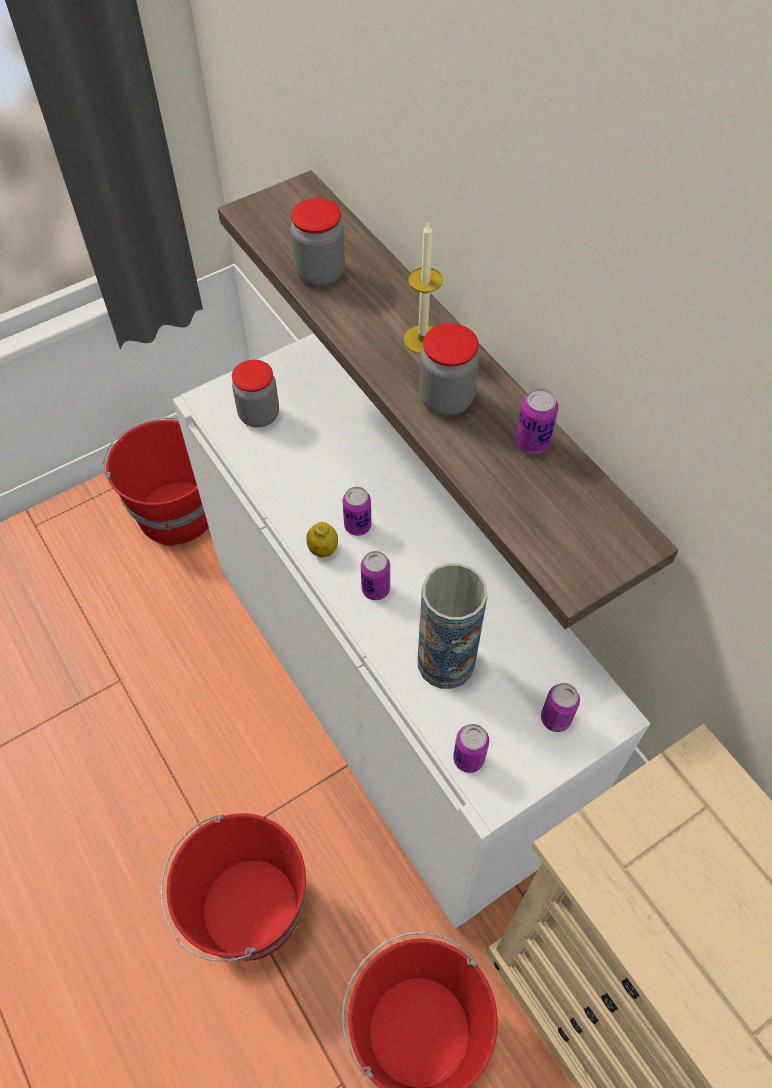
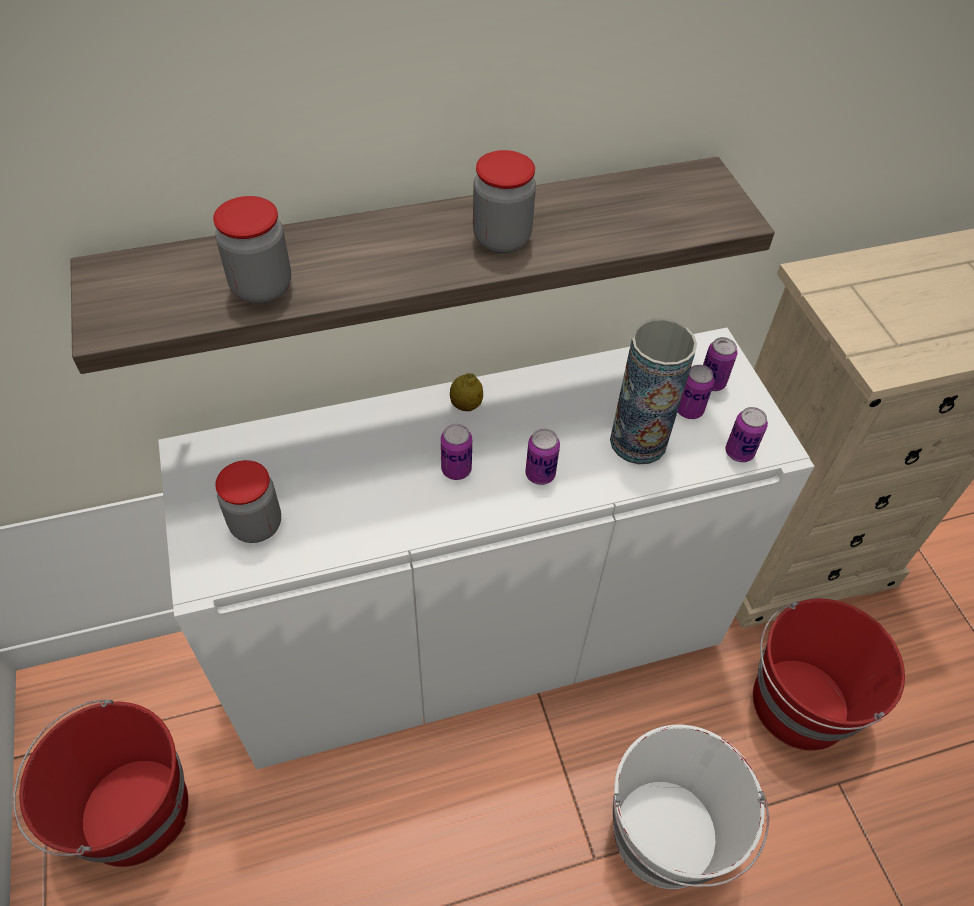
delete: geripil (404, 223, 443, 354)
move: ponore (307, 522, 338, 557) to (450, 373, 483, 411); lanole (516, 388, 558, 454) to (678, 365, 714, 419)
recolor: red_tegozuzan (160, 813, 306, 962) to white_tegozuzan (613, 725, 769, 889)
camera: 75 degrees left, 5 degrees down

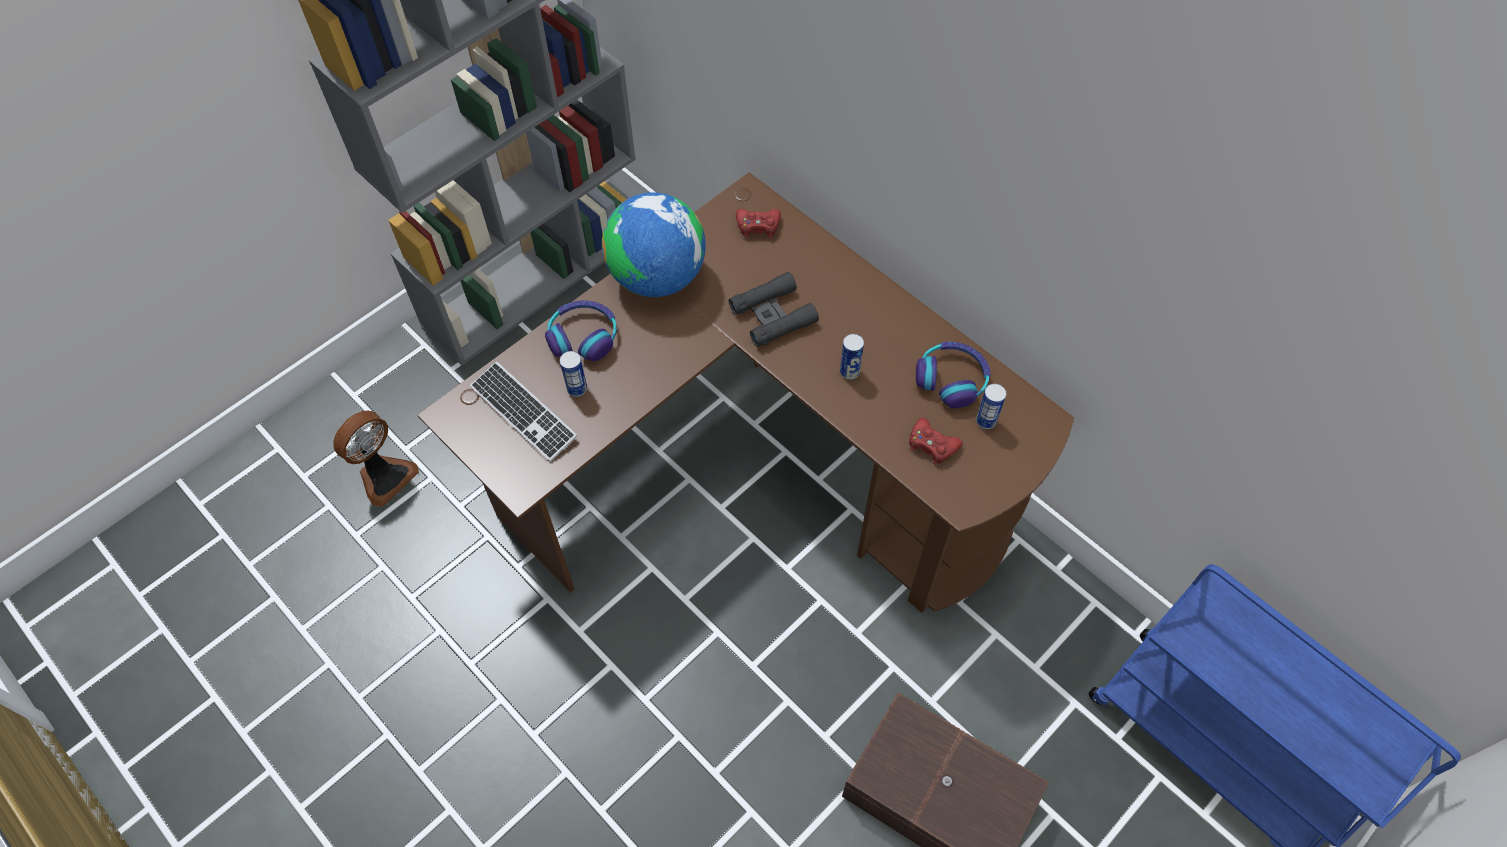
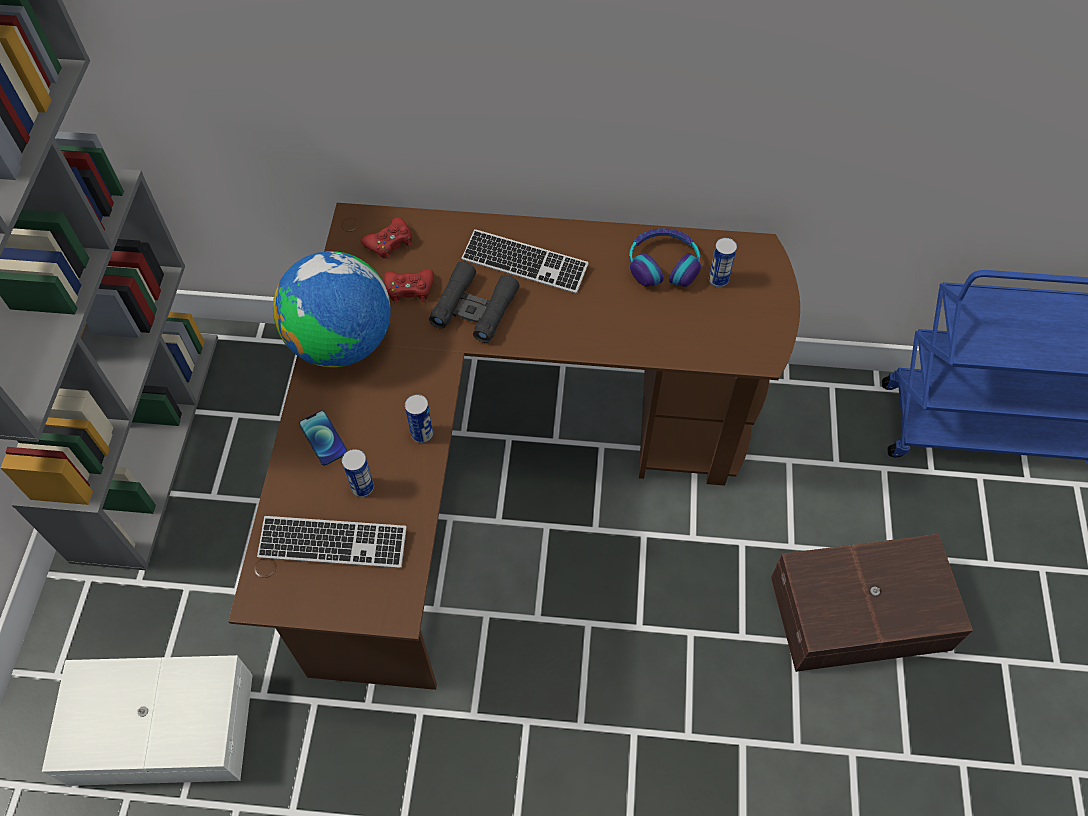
insert: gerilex (461, 229, 589, 294)
move: lanole (840, 334, 864, 380) to (405, 394, 433, 443); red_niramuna (909, 417, 963, 465) to (384, 269, 434, 304)
replace: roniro (333, 411, 419, 507) to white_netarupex (42, 655, 253, 786); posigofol (545, 300, 617, 361) to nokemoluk (299, 410, 348, 466)
camera: 40 degrees left, 0 degrees up

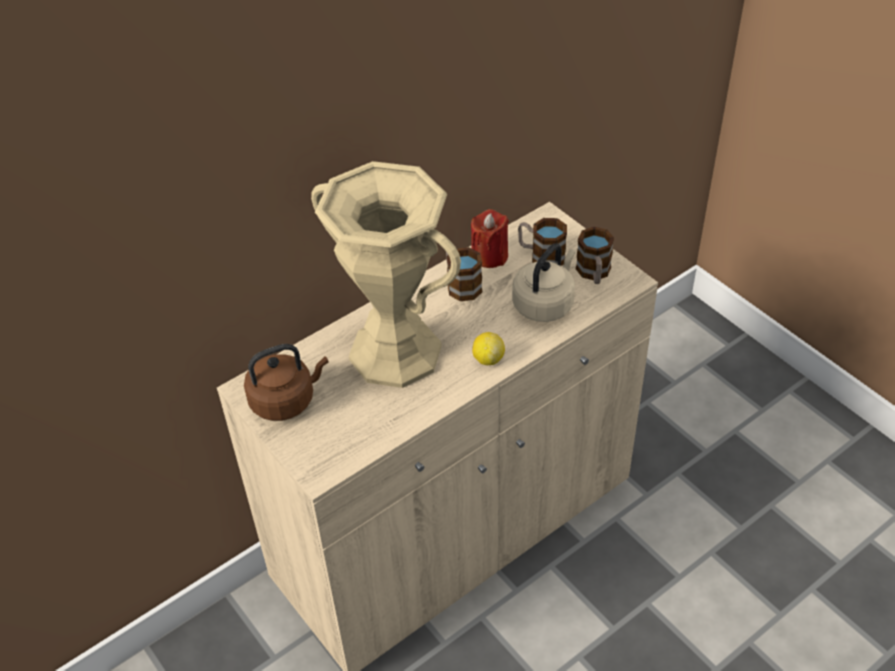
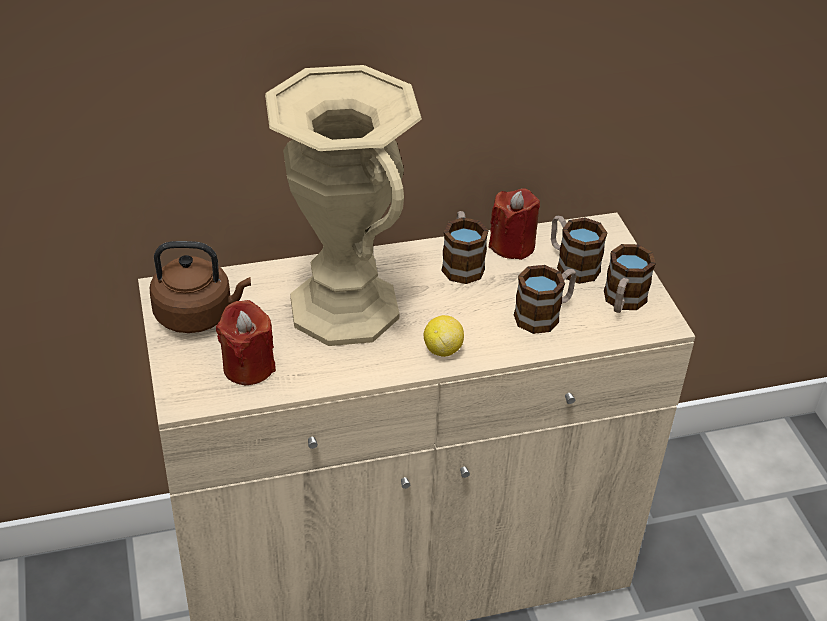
insert: red_geripil (216, 300, 276, 385)
replace: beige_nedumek (512, 244, 576, 322) to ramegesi (514, 265, 577, 334)
camera: 20 degrees right, 5 degrees down

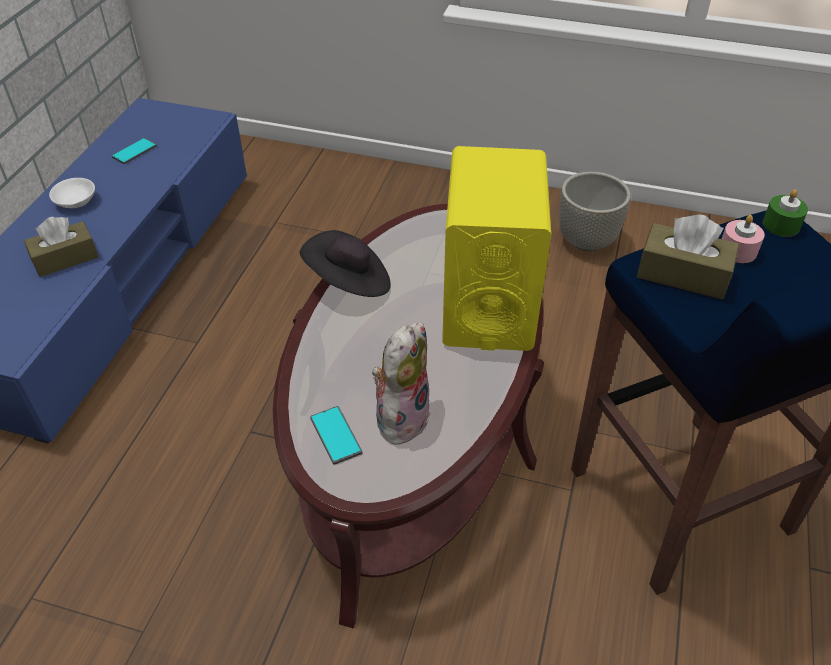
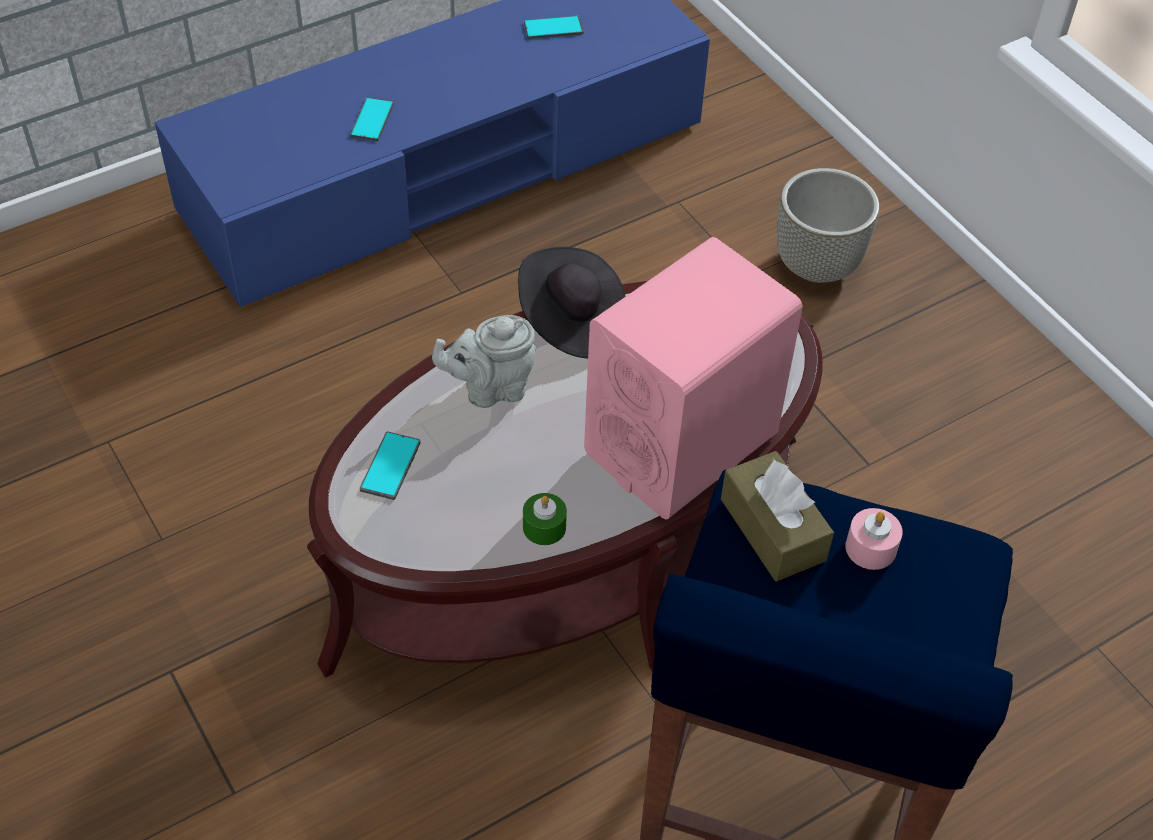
delete: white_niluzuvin (49, 178, 95, 208); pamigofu (372, 322, 431, 448)
insert: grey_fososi (432, 315, 536, 408)
move: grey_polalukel (559, 171, 631, 251) to (777, 168, 879, 283); green_geripil (763, 189, 808, 237) to (523, 493, 567, 545)
replace: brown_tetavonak (24, 217, 99, 277) to nokemoluk (350, 97, 394, 141)
recolor: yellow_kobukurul (442, 146, 551, 351) to pink_kobukurul (584, 237, 803, 520)
camera: 40 degrees right, 5 degrees up

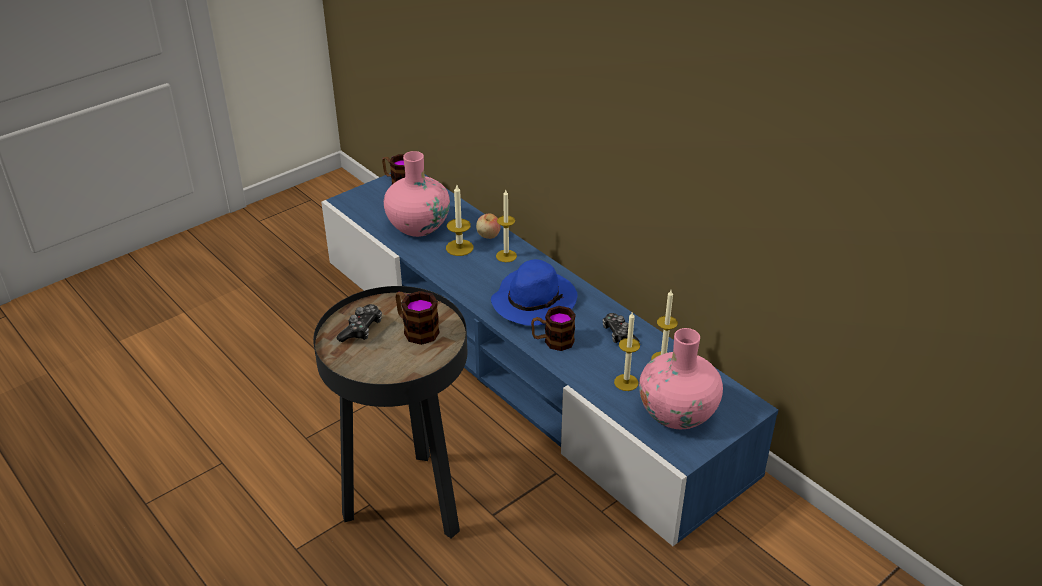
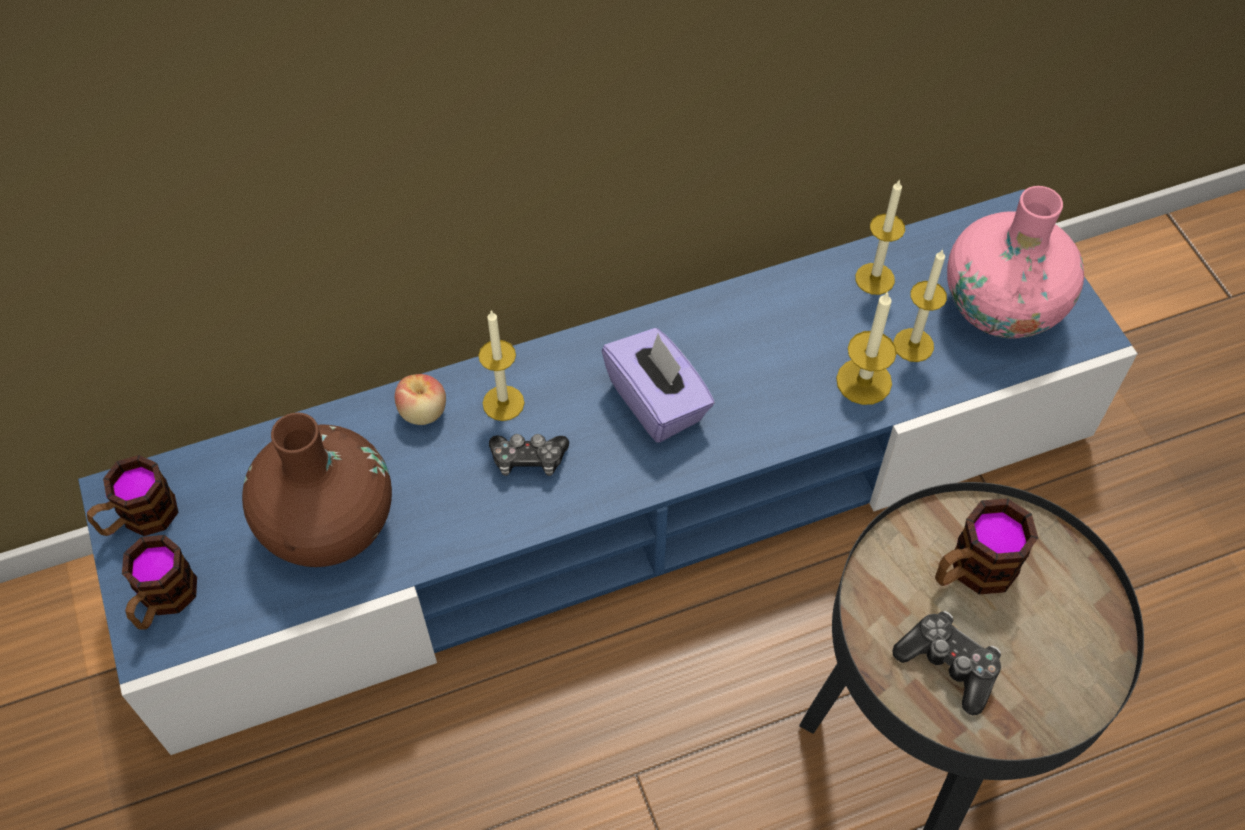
move: geripil (446, 185, 474, 256) to (836, 291, 897, 405); ramegesi (531, 306, 576, 351) to (122, 535, 197, 630); niramuna (603, 313, 639, 343) to (489, 434, 569, 476)
replace: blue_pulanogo (491, 259, 578, 326) to purple_tetavonak (602, 328, 715, 443)
recolor: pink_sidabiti (384, 151, 450, 237) to brown_sidabiti (242, 413, 392, 567)
camera: 70 degrees left, 20 degrees up

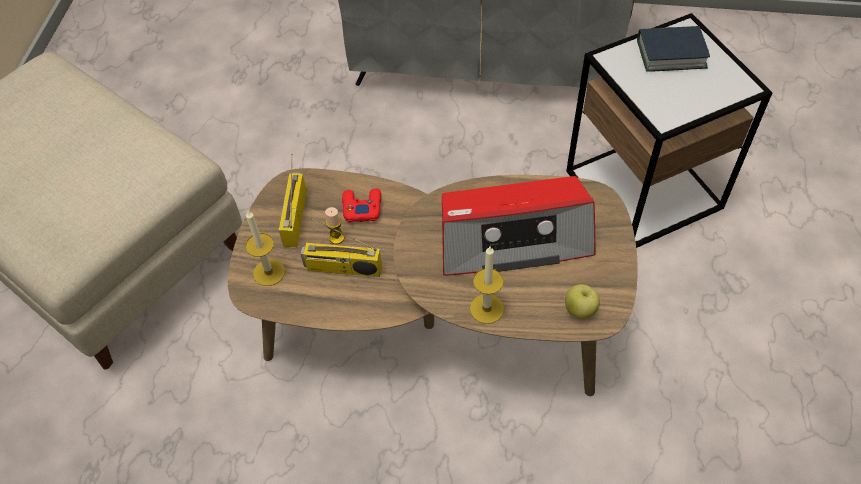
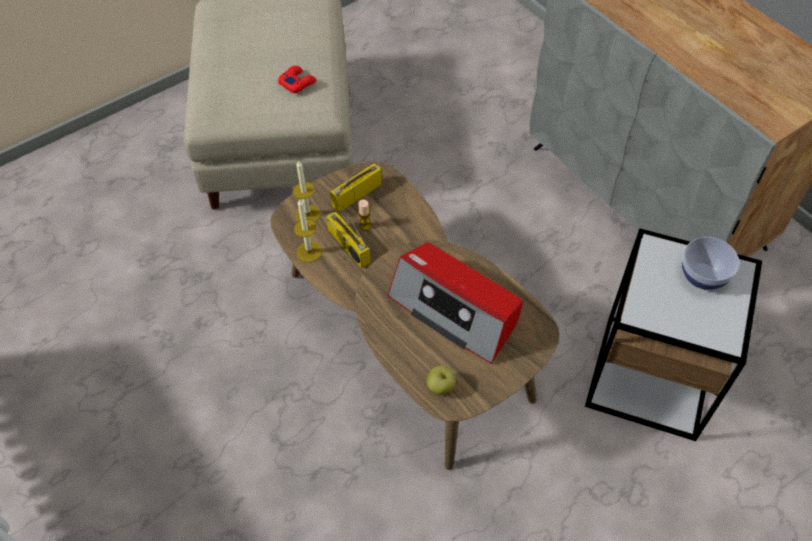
move: red_niramuna (342, 188, 381, 222) to (278, 66, 316, 93); geripil (470, 246, 504, 324) to (294, 198, 322, 262)
replace: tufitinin (637, 26, 710, 72) to niluzuvin (682, 237, 740, 290)
camera: 45 degrees right, 0 degrees up

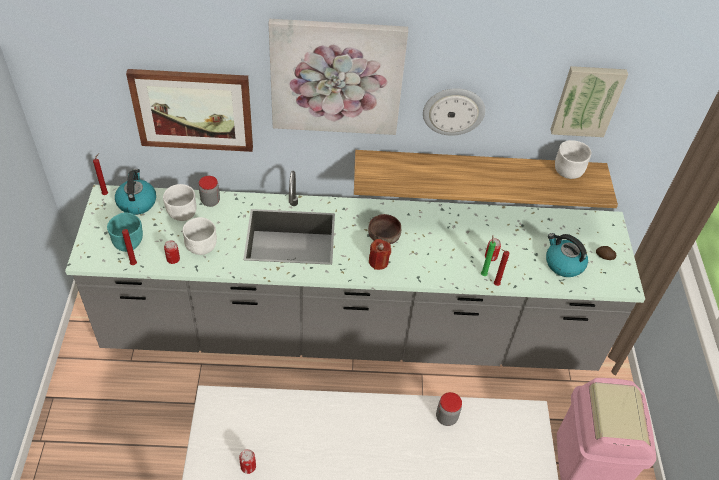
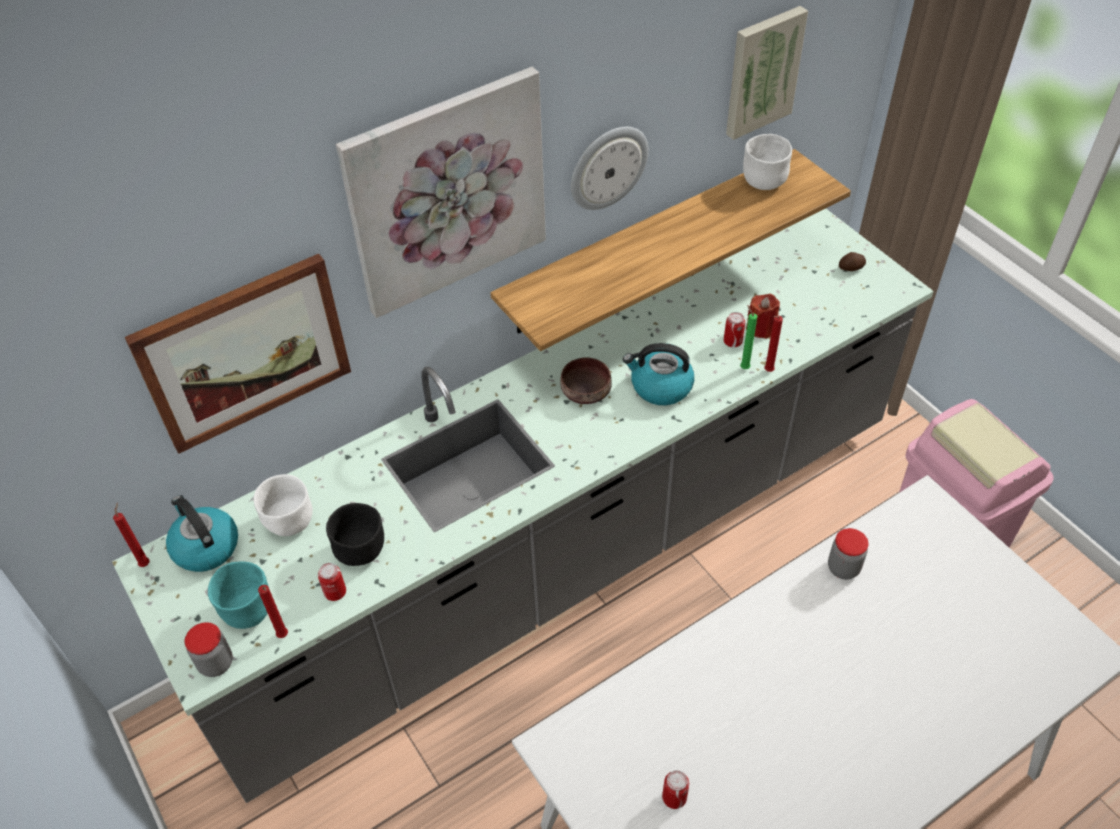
move: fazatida (199, 176, 220, 207) to (185, 622, 233, 677); red_geripil (369, 239, 391, 270) to (746, 294, 780, 339); nedumek (546, 233, 588, 277) to (623, 343, 694, 405)
recolor: white_niluzuvin (183, 217, 217, 255) to black_niluzuvin (326, 503, 384, 566)
camera: 30 degrees left, 0 degrees up

